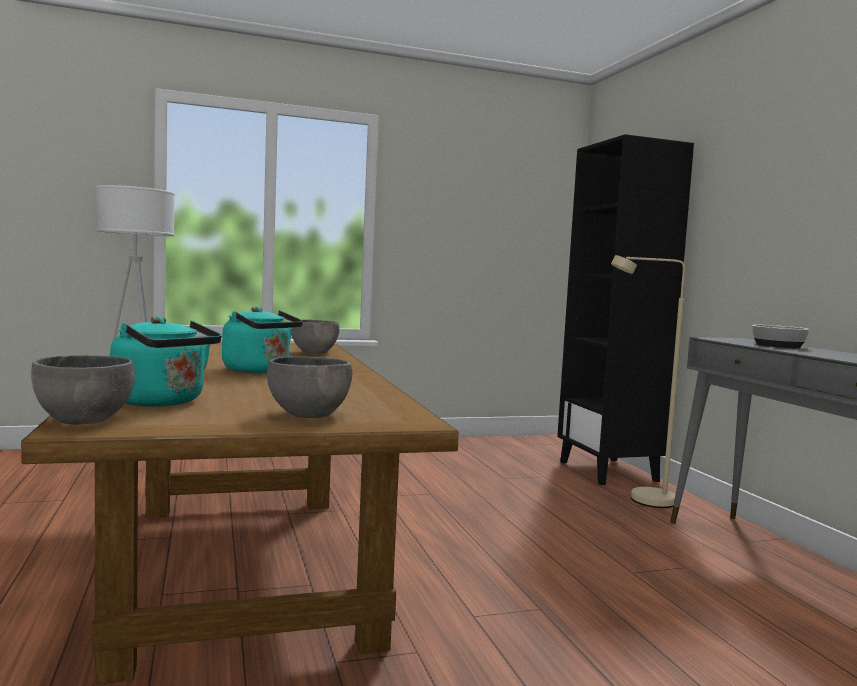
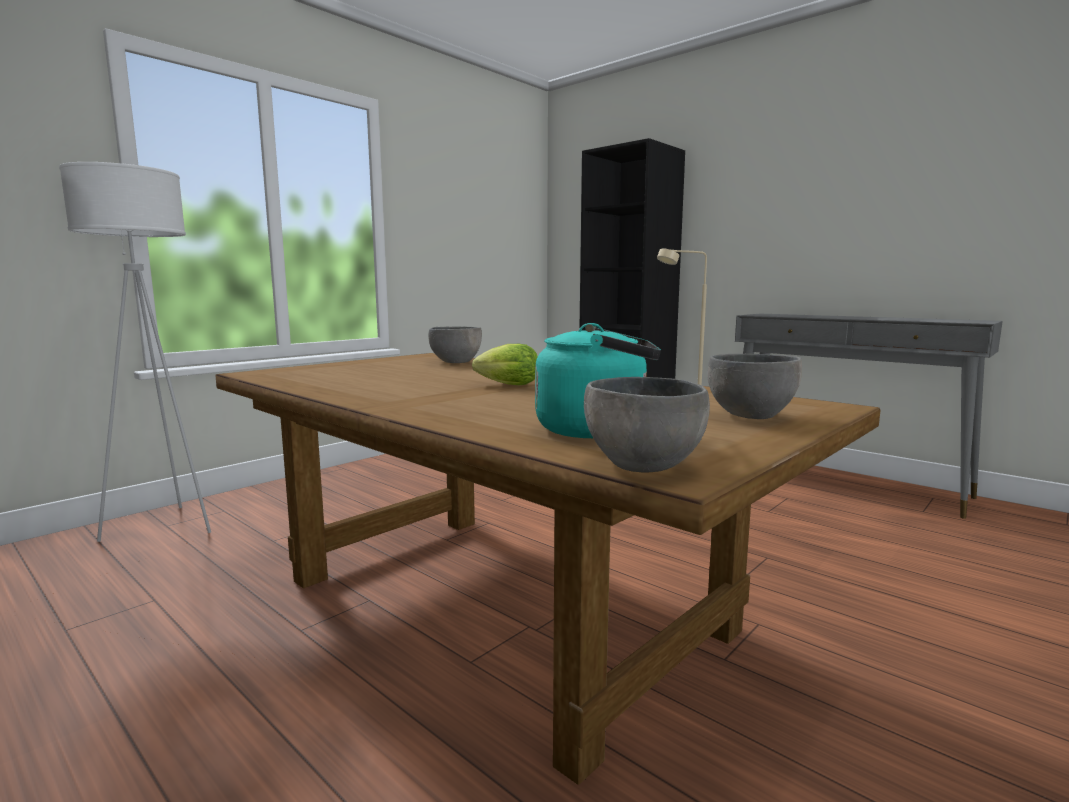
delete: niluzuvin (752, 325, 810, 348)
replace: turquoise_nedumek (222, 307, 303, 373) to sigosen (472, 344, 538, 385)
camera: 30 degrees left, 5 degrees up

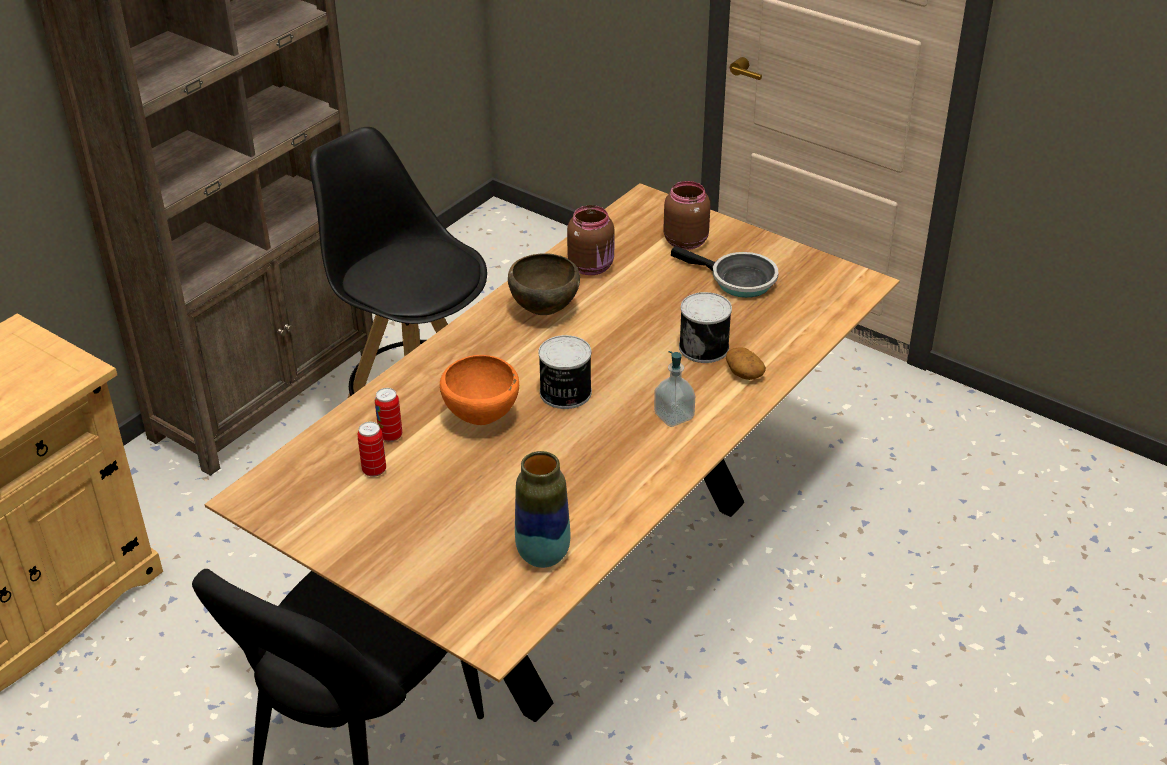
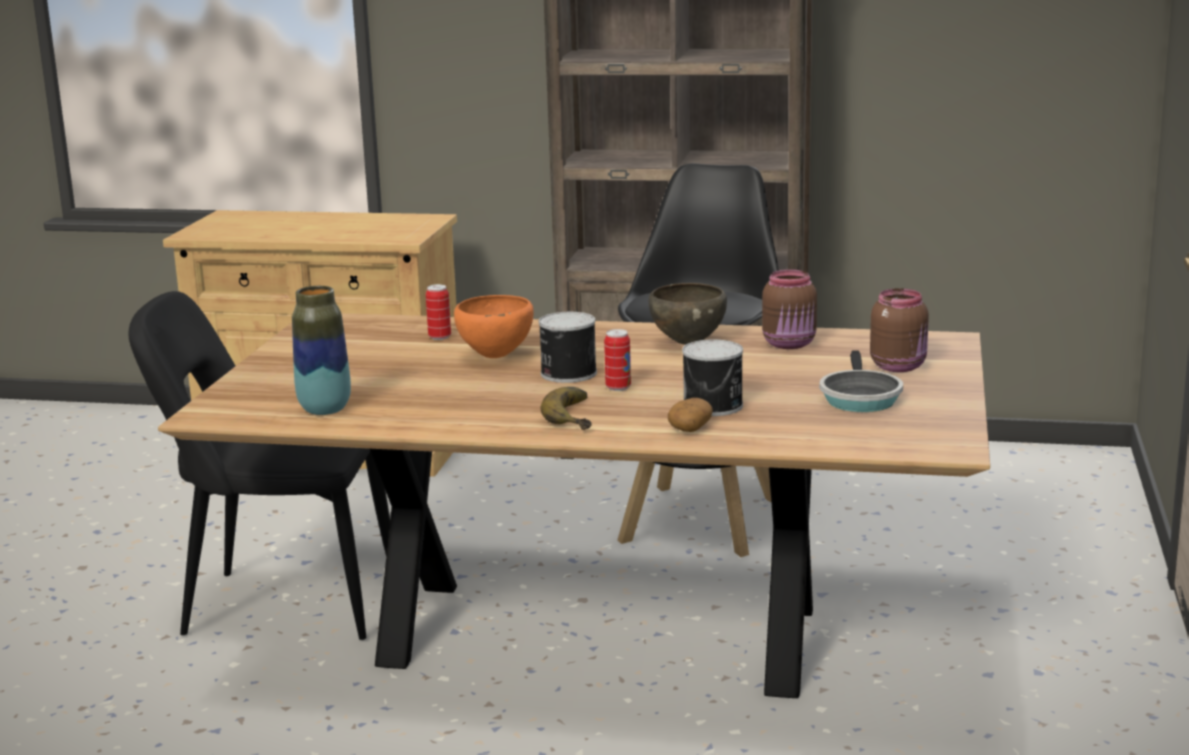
move: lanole (357, 422, 386, 477) to (604, 329, 631, 391)
replace: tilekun (654, 351, 695, 427) to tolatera (540, 387, 592, 430)
camera: 65 degrees right, 20 degrees down

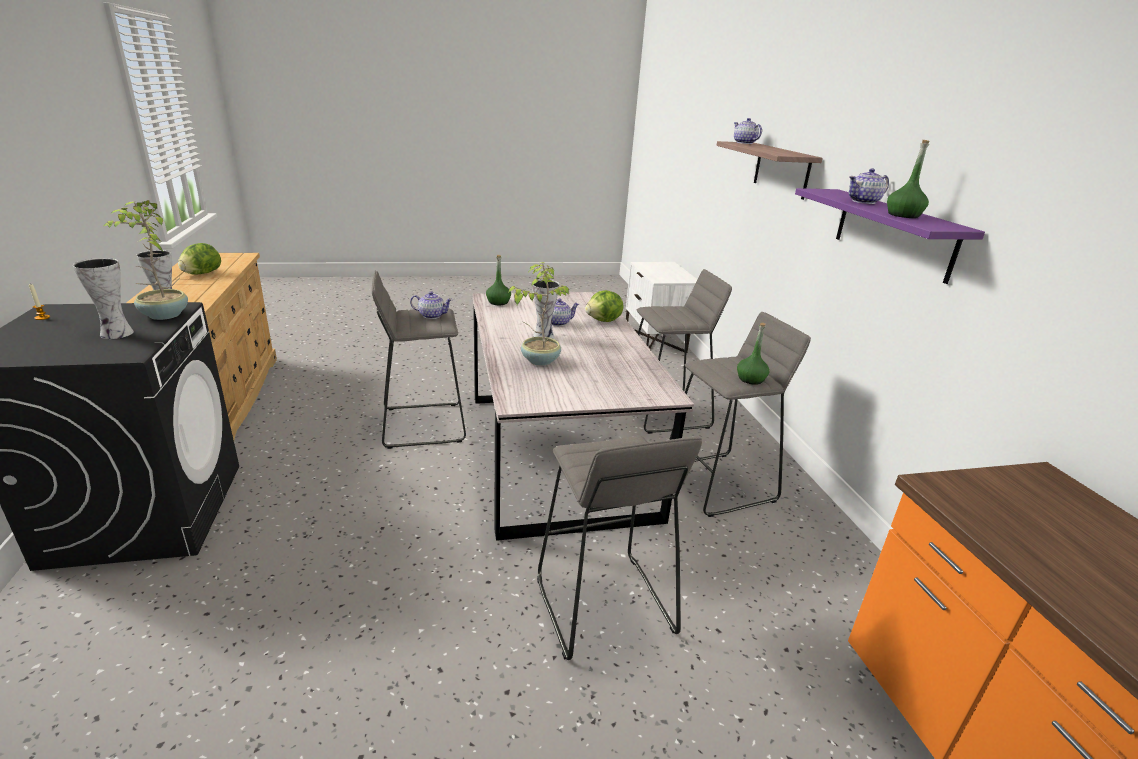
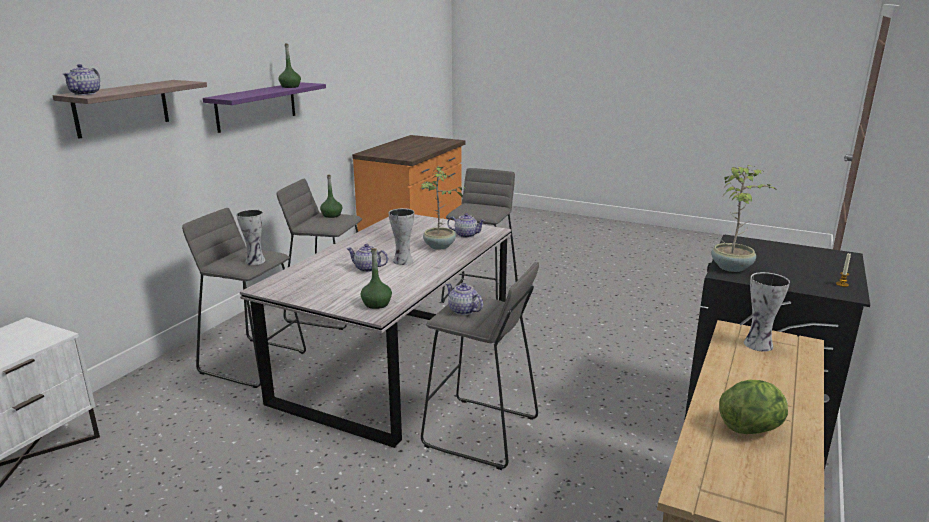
delete: sigosen (585, 290, 623, 322)
move: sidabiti (73, 258, 134, 339) to (236, 209, 266, 265); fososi (849, 168, 889, 204) to (447, 213, 486, 238)
camera: 140 degrees left, 5 degrees down

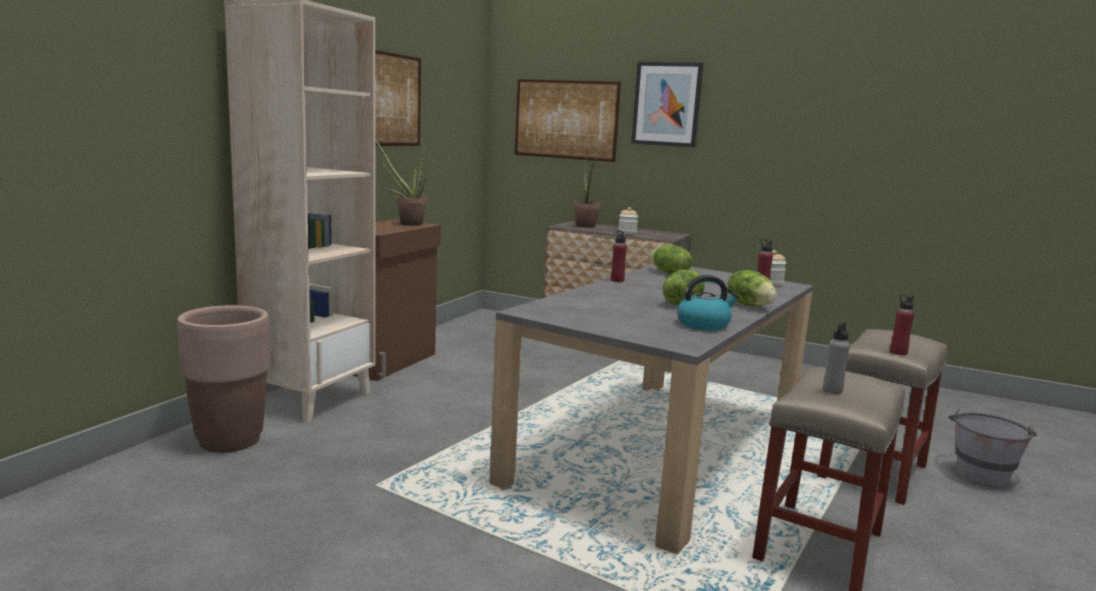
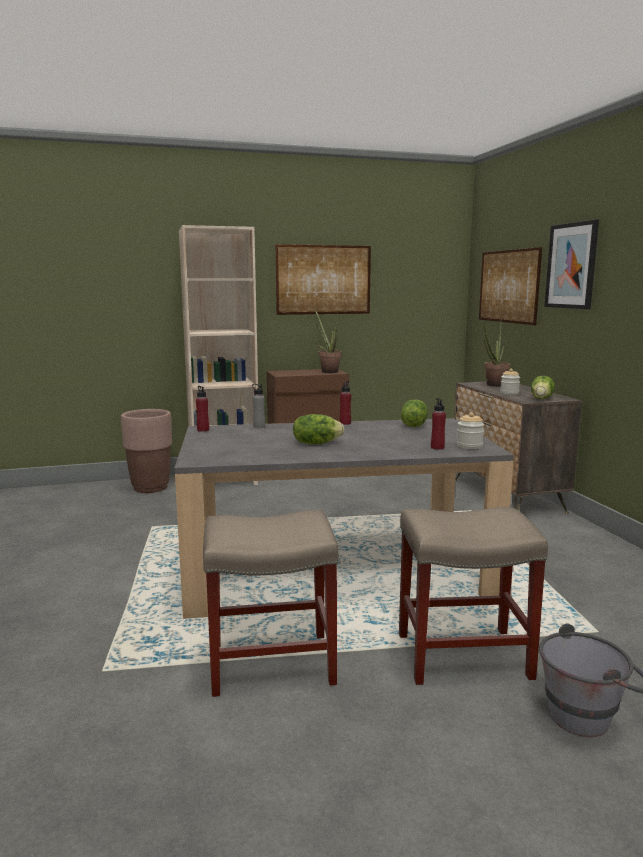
delete: nedumek (677, 275, 739, 331)
move: sigosen (727, 270, 777, 306) to (531, 376, 555, 399); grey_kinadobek (823, 322, 850, 394) to (252, 384, 265, 428); red_kinadobek (890, 295, 914, 355) to (196, 386, 209, 432)
camera: 50 degrees right, 0 degrees up

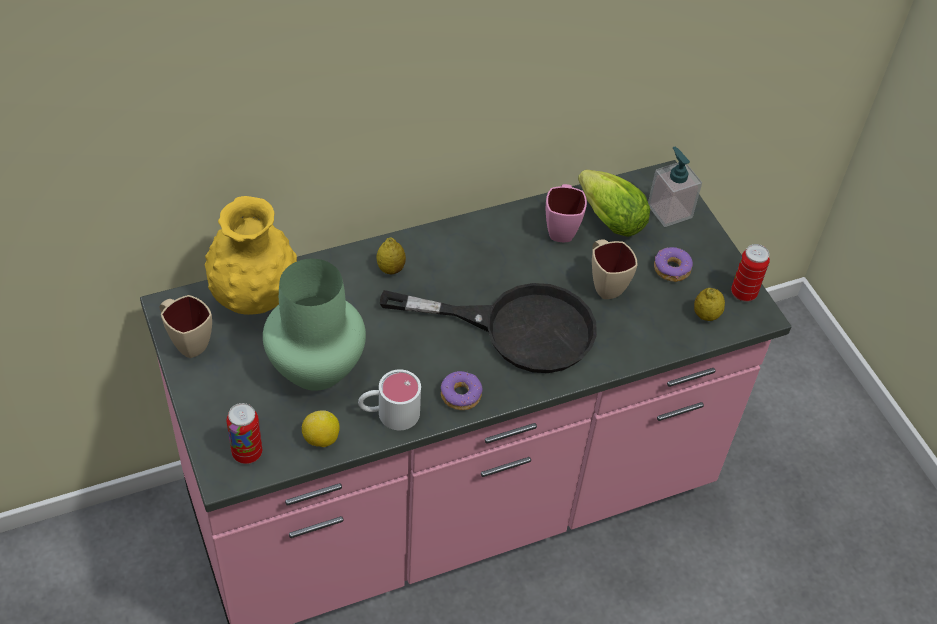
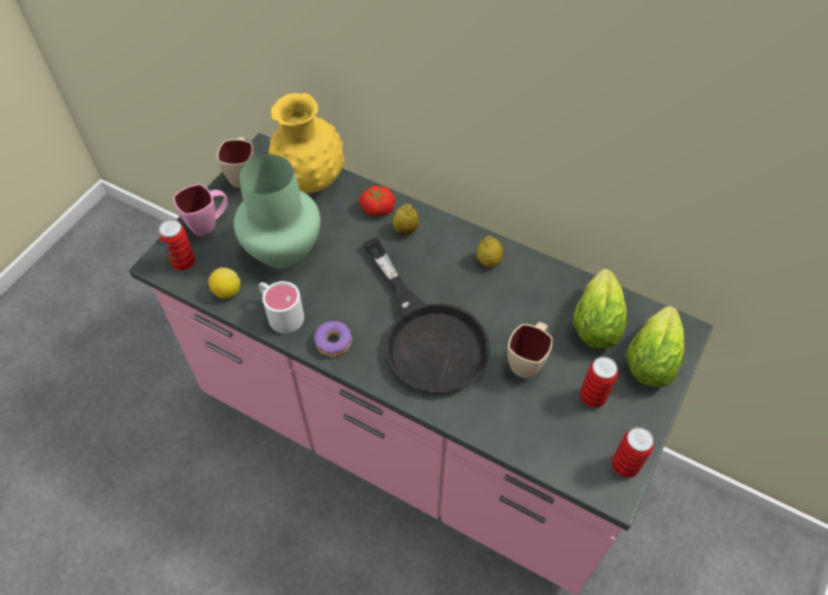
insert: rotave (360, 185, 395, 216)
move: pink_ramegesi (546, 184, 587, 242) to (173, 184, 228, 236); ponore (694, 288, 725, 321) to (477, 236, 503, 267)
replace: tilekun (648, 147, 702, 227) to sigosen (626, 306, 685, 387); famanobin (654, 247, 693, 282) to lanole (580, 357, 618, 408)
camera: 55 degrees right, 5 degrees up

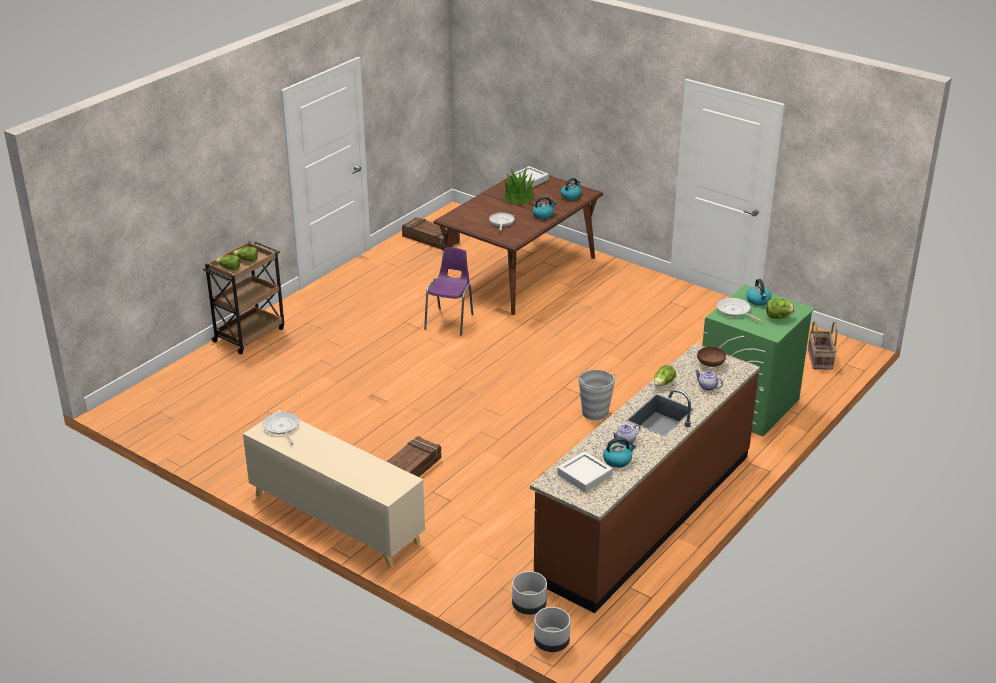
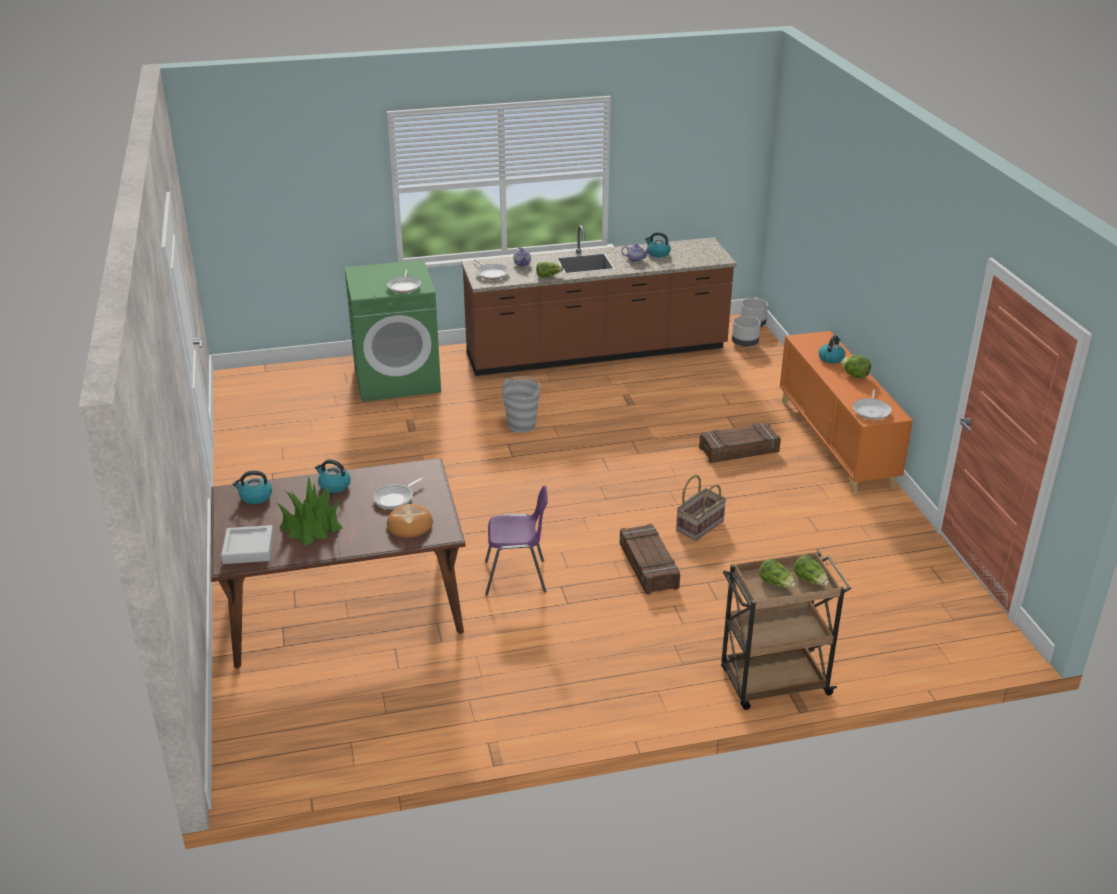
delete: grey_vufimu (557, 451, 613, 492)
insert: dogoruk (387, 504, 433, 538)
move: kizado (402, 217, 460, 250) to (620, 524, 680, 595); nedumek (746, 279, 771, 306) to (819, 335, 845, 364); sigosen (766, 298, 794, 319) to (841, 355, 871, 379); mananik (808, 321, 837, 370) to (676, 475, 727, 541)
replace: brown_niluzuvin (697, 347, 726, 367) to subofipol (474, 259, 509, 280)
recolor: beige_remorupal (243, 410, 425, 567) to orange_remorupal (780, 331, 913, 494)
rotate: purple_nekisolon (424, 247, 473, 335) = (485, 486, 548, 596) 150 degrees counterclockwise
camera: 140 degrees left, 0 degrees up

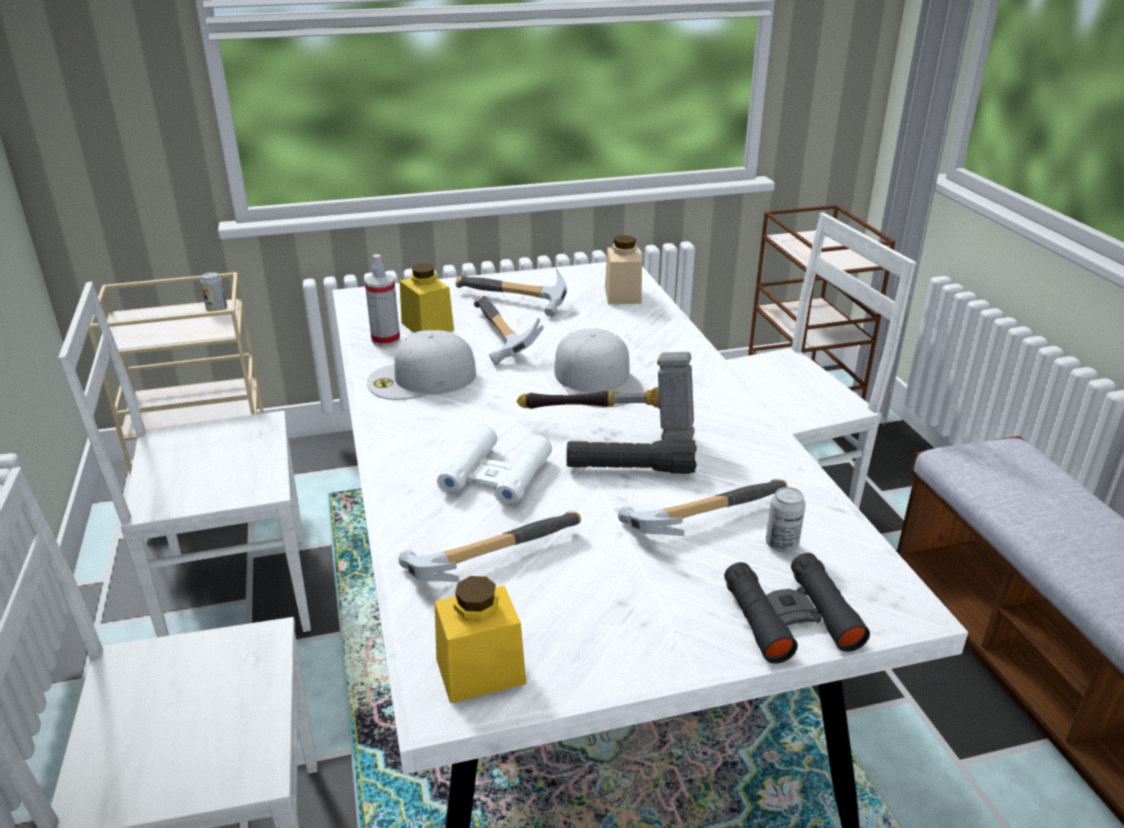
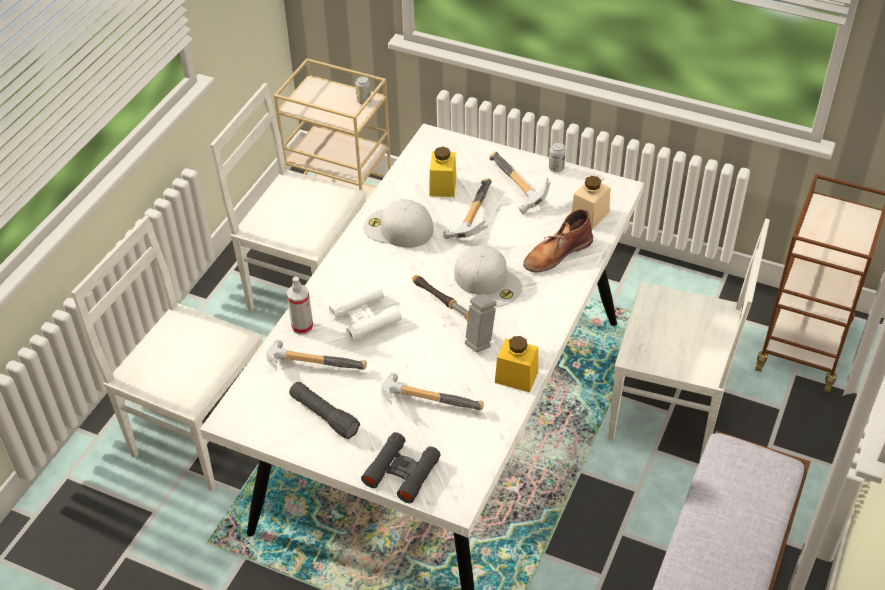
insert: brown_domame (523, 209, 593, 273)
move: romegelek (365, 254, 400, 347) to (287, 276, 313, 335); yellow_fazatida (434, 576, 526, 704) to (495, 336, 538, 392); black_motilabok (566, 439, 697, 474) to (289, 382, 360, 439); lanole (766, 487, 806, 552) to (549, 142, 566, 173)
rotate: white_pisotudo (554, 328, 643, 408) = (454, 245, 522, 307) 60 degrees counterclockwise
camera: 40 degrees right, 15 degrees up

